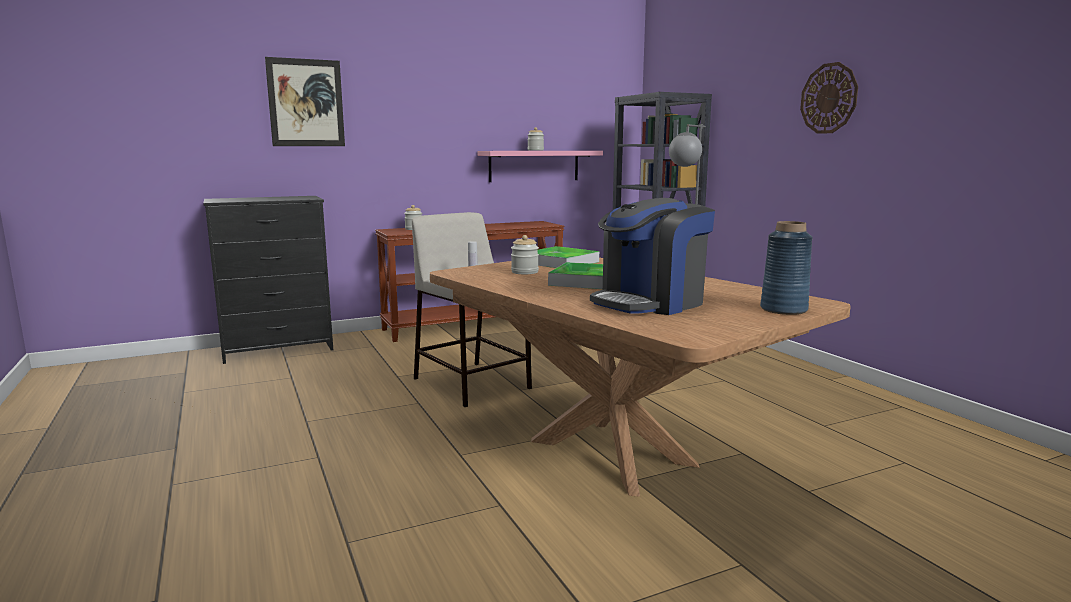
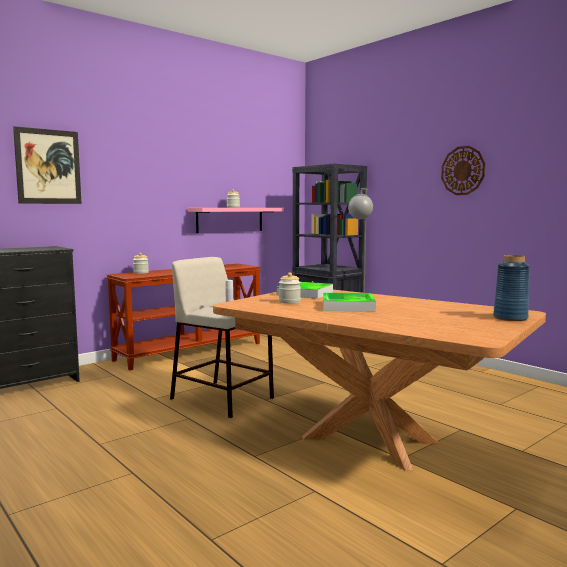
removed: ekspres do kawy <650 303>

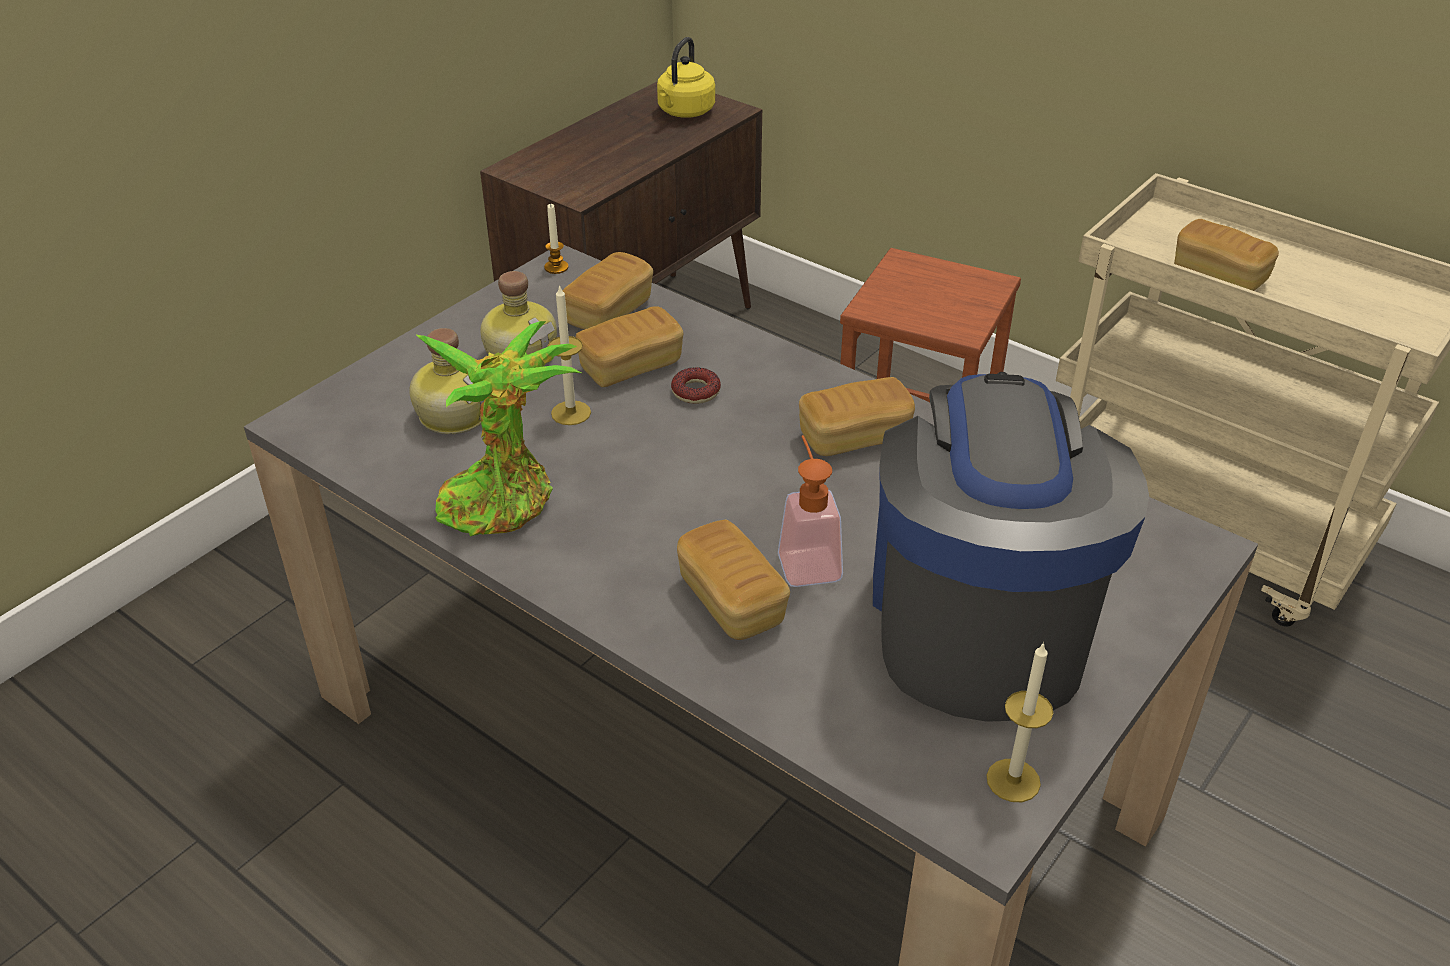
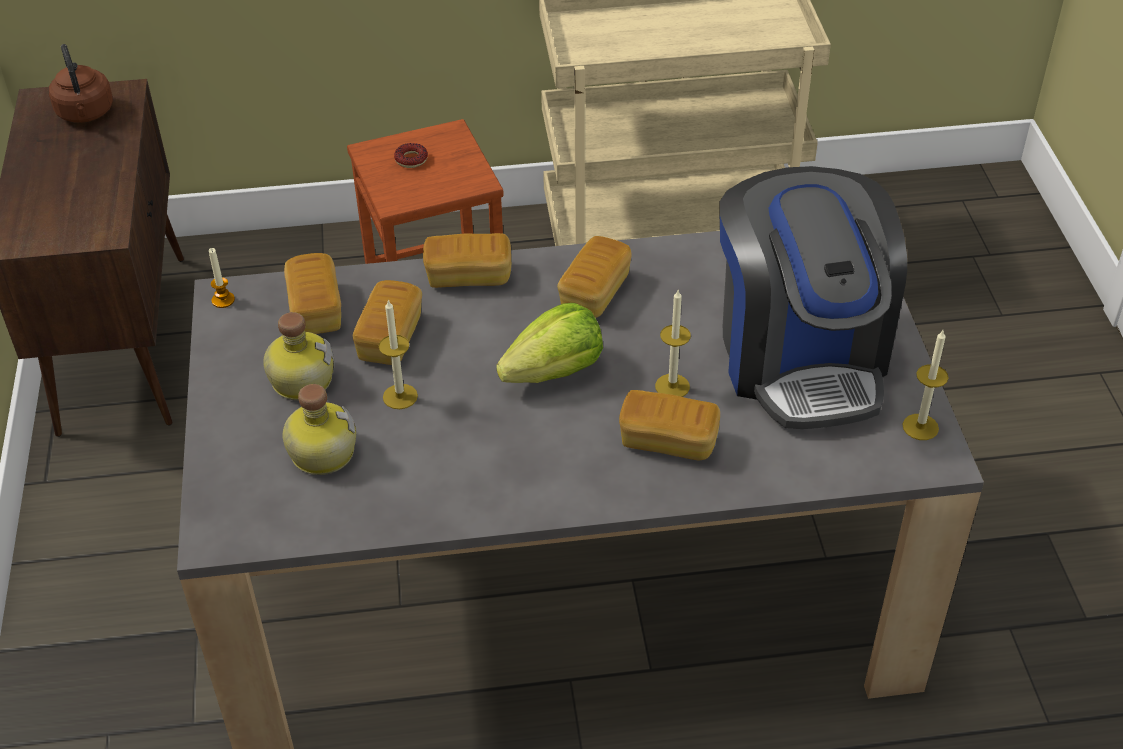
removed: roślina doniczkowa <503 498>
added: sałata <555 372>
moved: donut <696 391> to <411 159>; chleb <1219 274> to <468 276>
replaced: dozownik mydła <806 559> to świeca <672 386>
recoloured: czajnik (żółty) <684 112> to czajnik (brązowy) <86 114>
turned: ekspres do kawy <978 620> = <800 356> 150 degrees counterclockwise

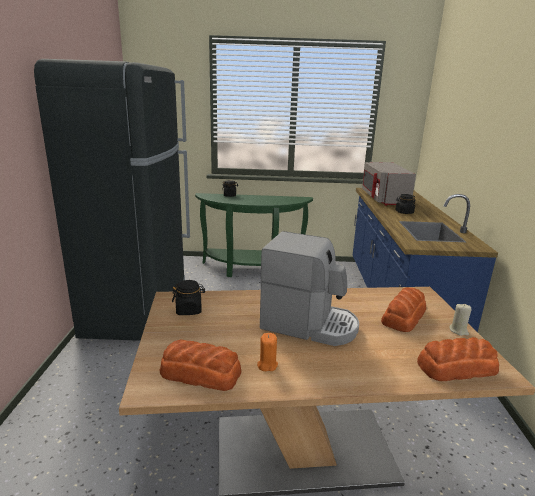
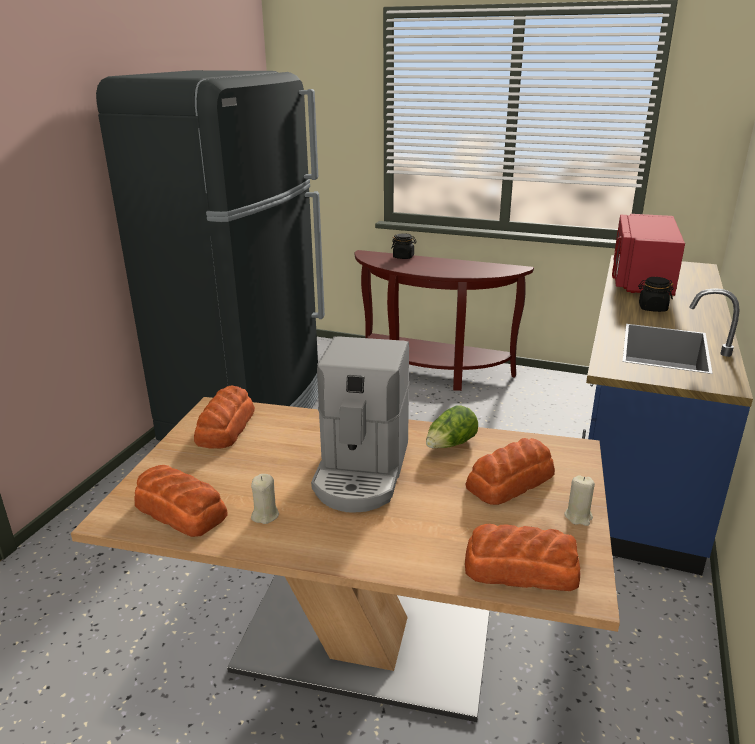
added: sałata <450 445>
replaced: słoik (czarny) <189 310> to chleb <225 427>
recoloured: świeca (pomarańczowy) <267 365> to świeca (beżowy) <265 515>; stolik konsolowy (zielony) <252 269> to stolik konsolowy (brązowy) <431 372>; mikrofalówka (szary) <383 199> to mikrofalówka (czerwony) <640 280>
turned: ekspres do kawy <309 324> = <362 471> 60 degrees clockwise

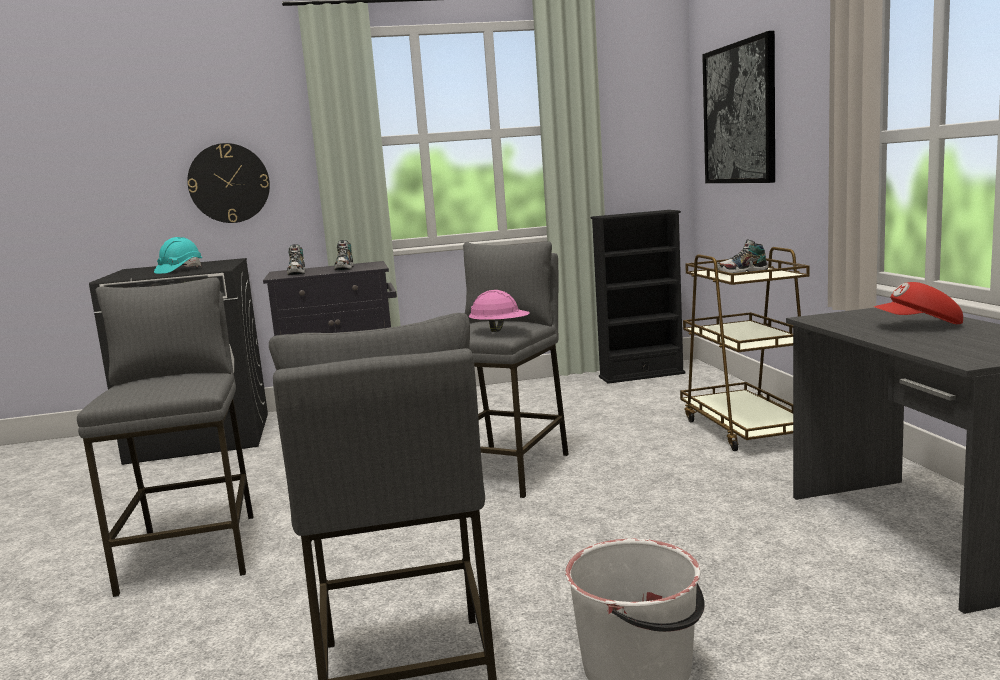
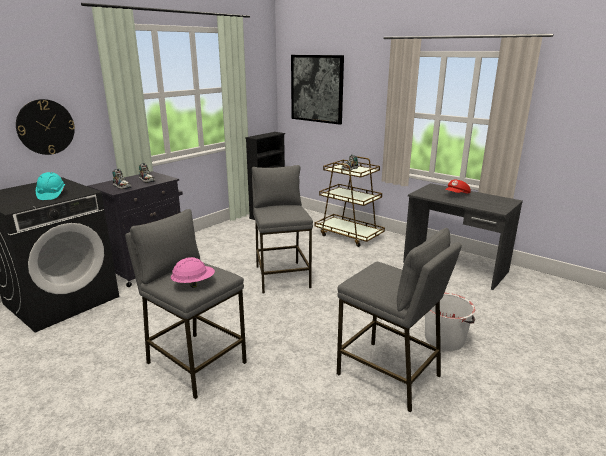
moved: kask (różowy) <500 330> to <193 284>

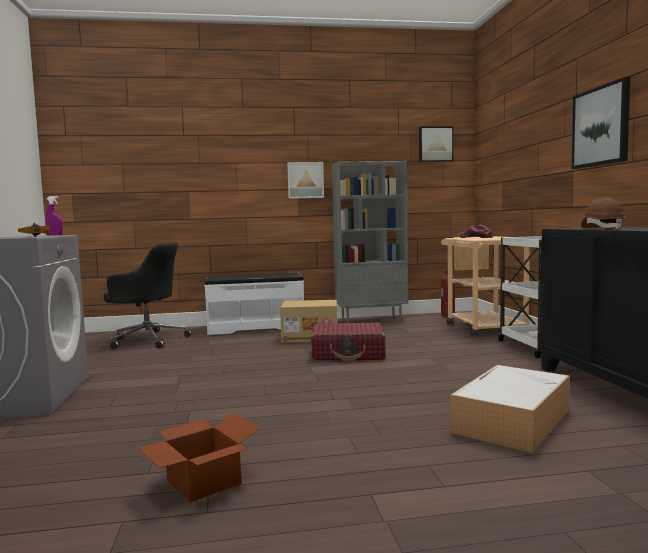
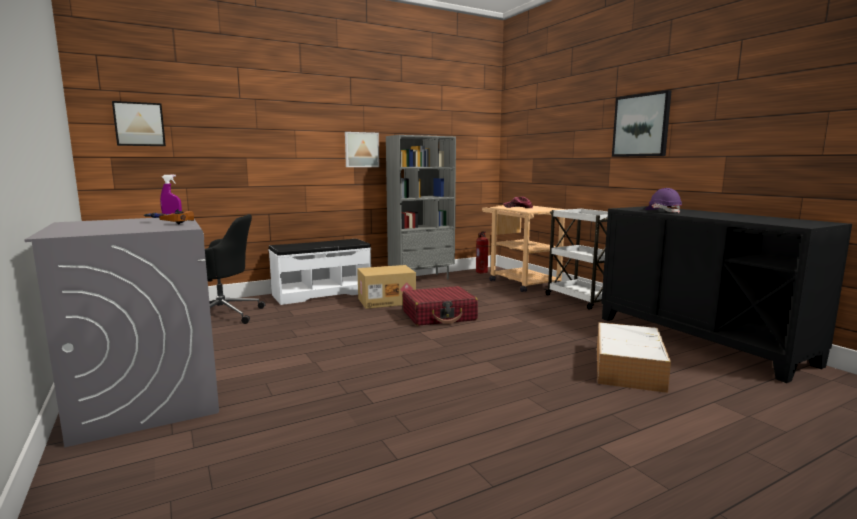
removed: karton <201 482>
moved: obraz <435 144> to <139 124>
recoloured: kask (brązowy) <602 228> to kask (fioletowy) <663 211>

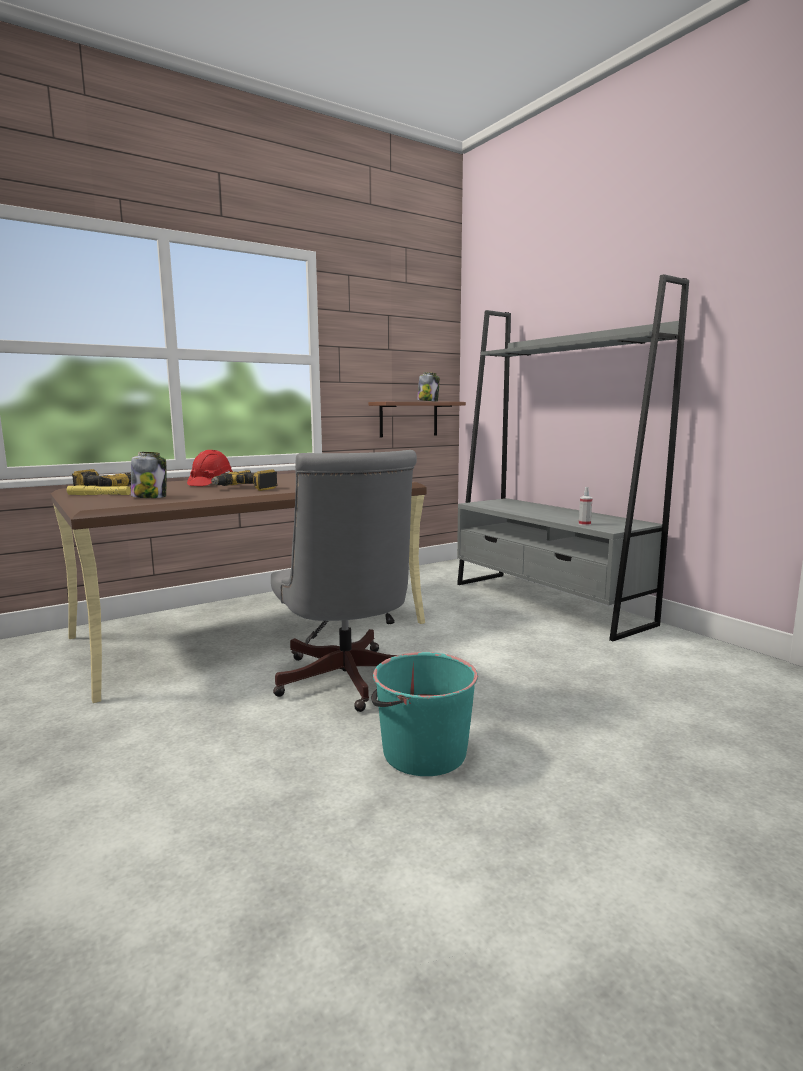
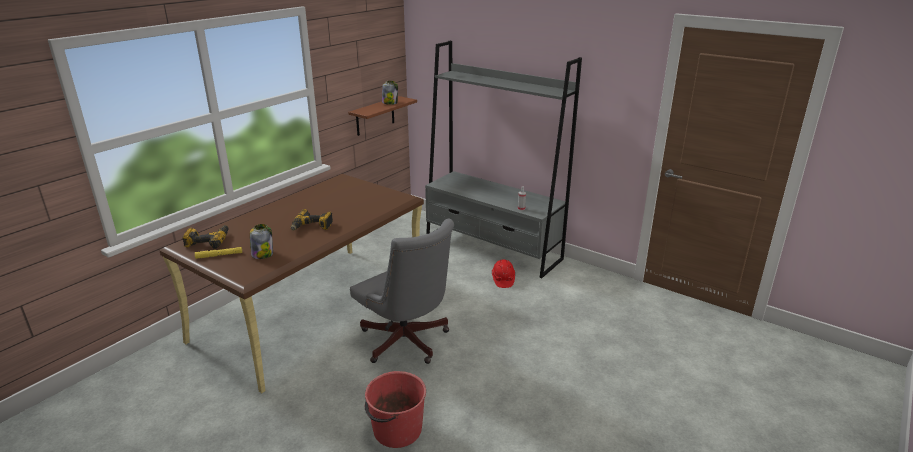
removed: wiadro (turkusowy) <423 753>
added: wiadro (czerwony) <396 430>
moved: kask (czerwony) <210 483> to <503 280>

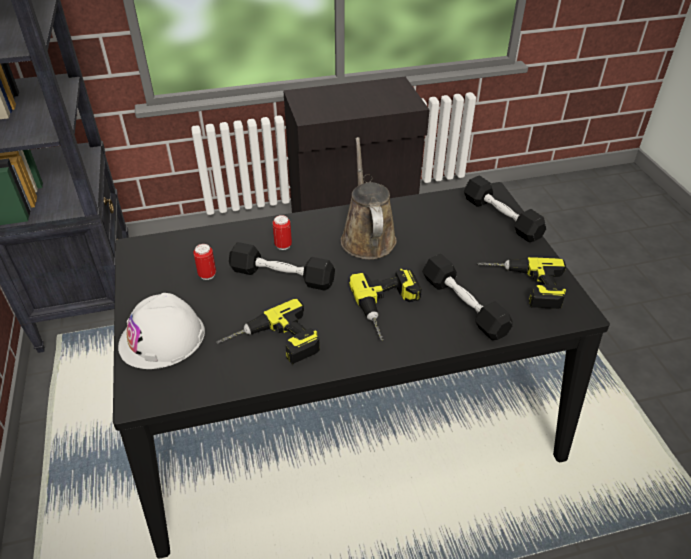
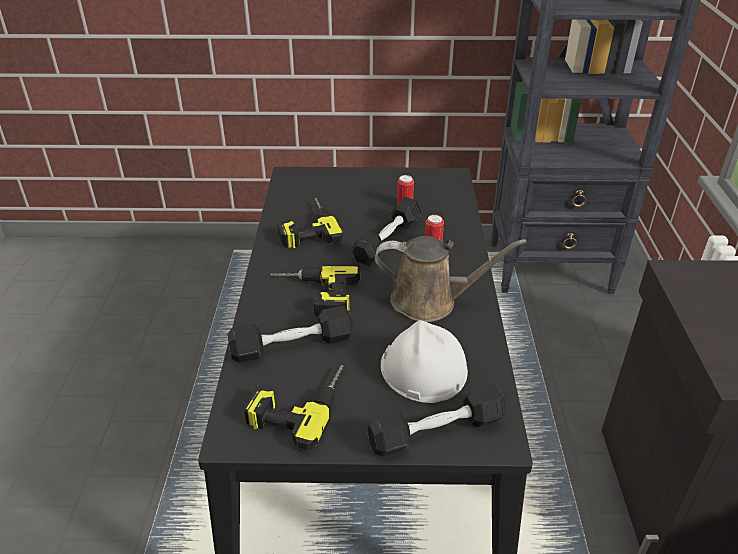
moved: kask (biały) <162 338> to <423 368>

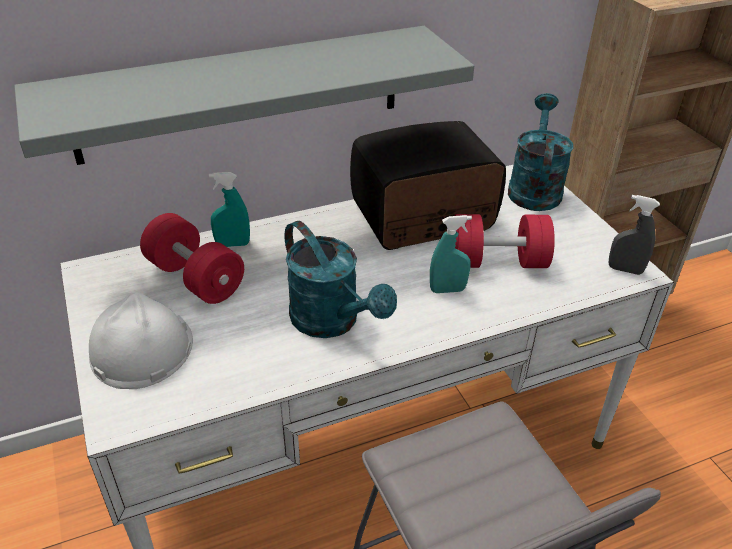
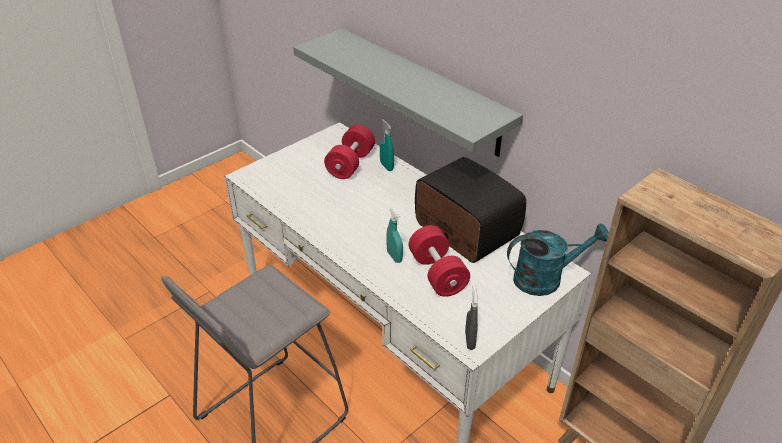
removed: kask (biały) <141 349>; konewka (turkusowy) <332 322>

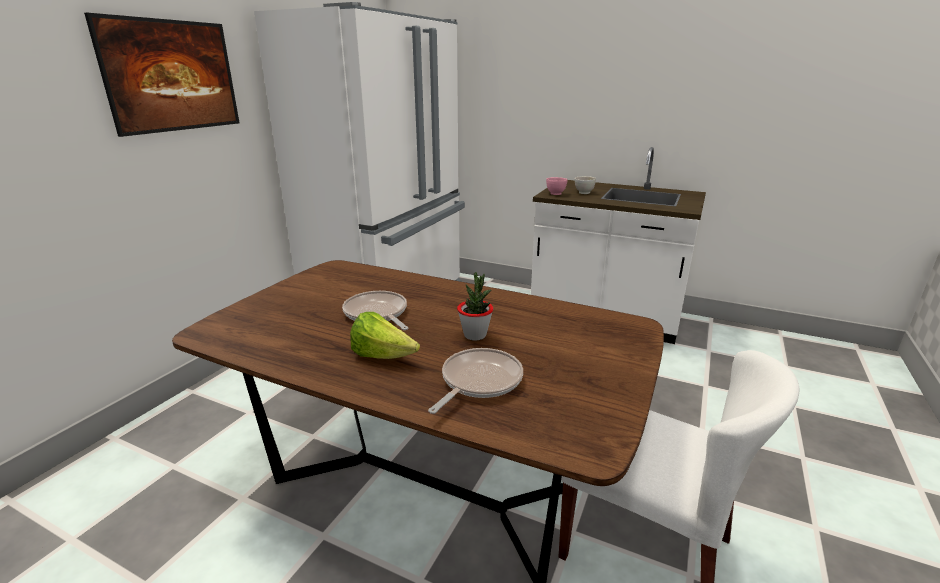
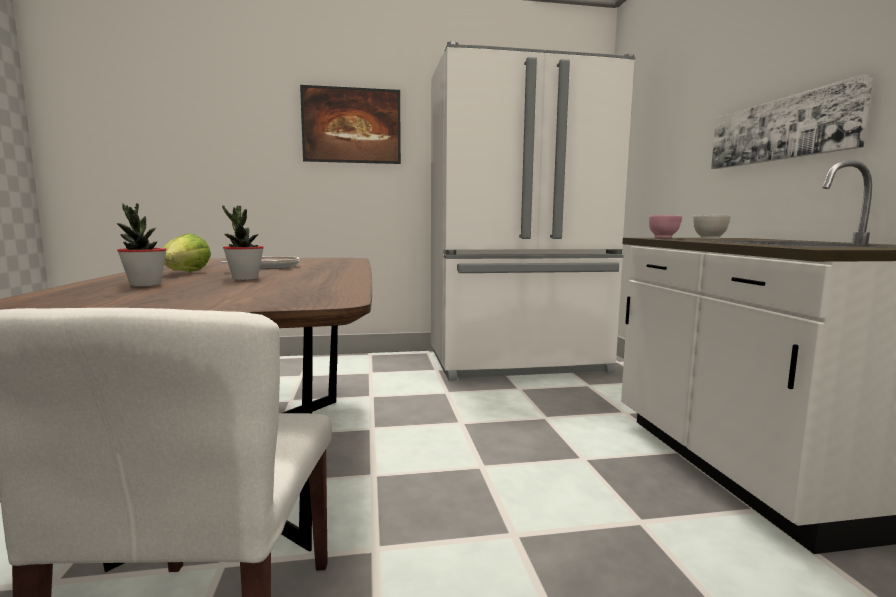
added: obraz <781 130>
replaced: patelnia <478 381> to roślina doniczkowa <145 285>

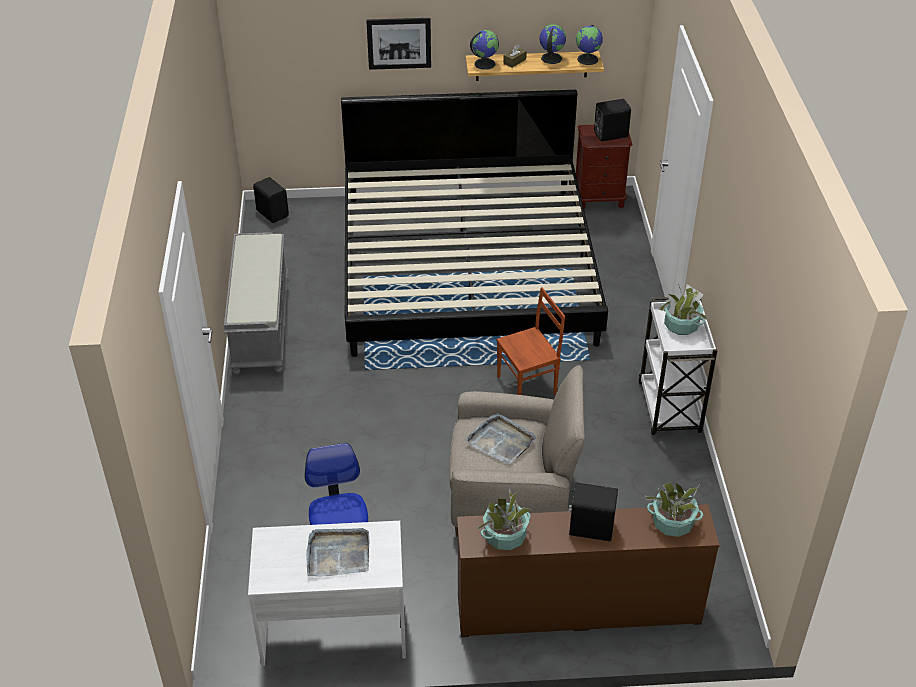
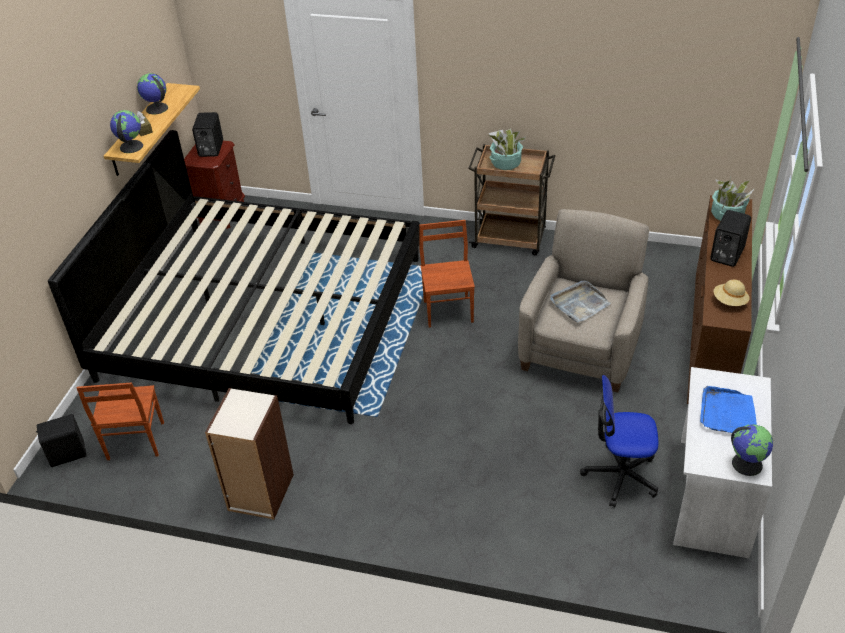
removed: obraz <399 43>
added: krzesło (brązowy) <135 442>
moved: globus <588 59> to <747 463>
replaced: ławka (szary) <260 324> to regał <260 493>; roślina doniczkowa <505 536> to kapelusz (beżowy) <729 301>
recoloured: wózek (biały) <670 409> to wózek (brązowy) <510 239>; taca (szary) <338 554> to taca (niebieski) <728 414>

